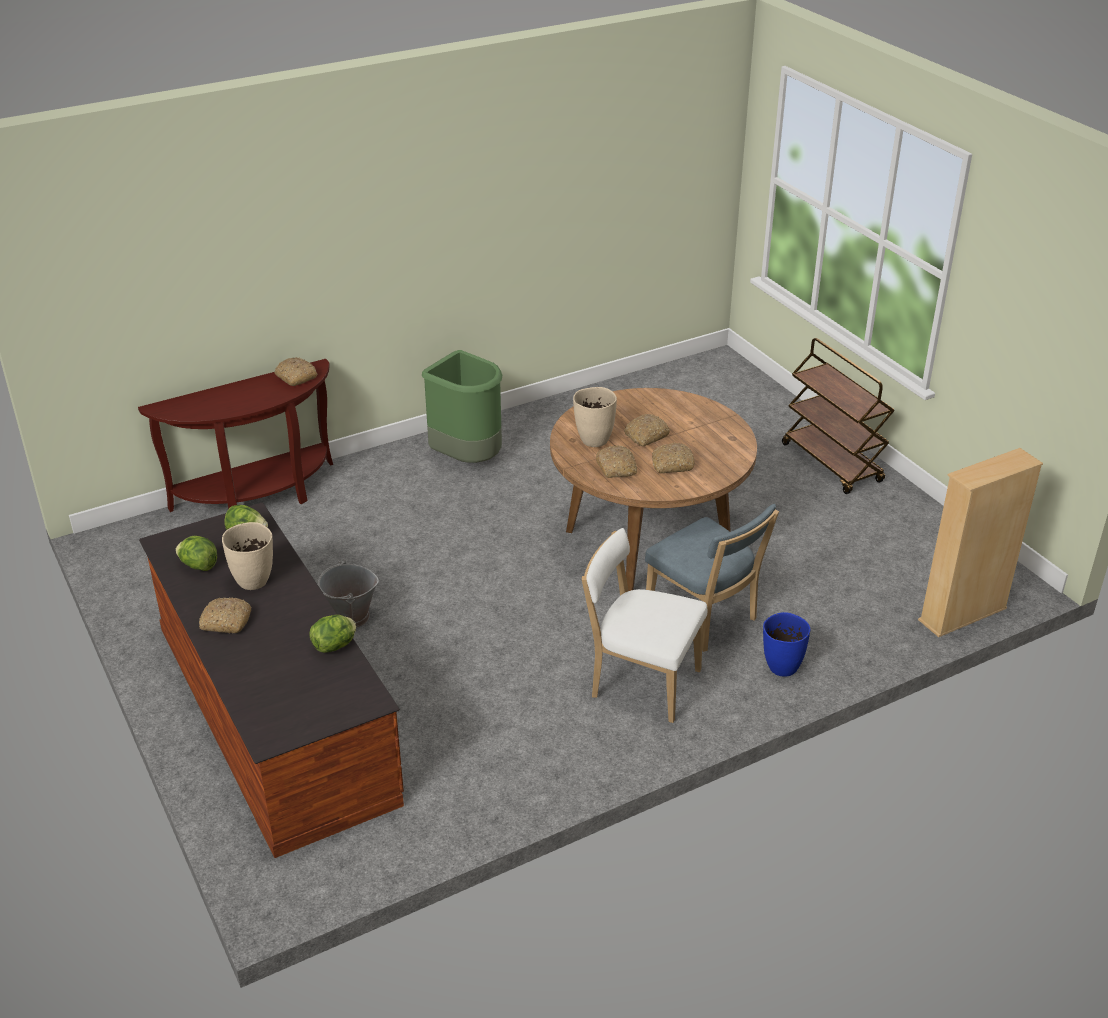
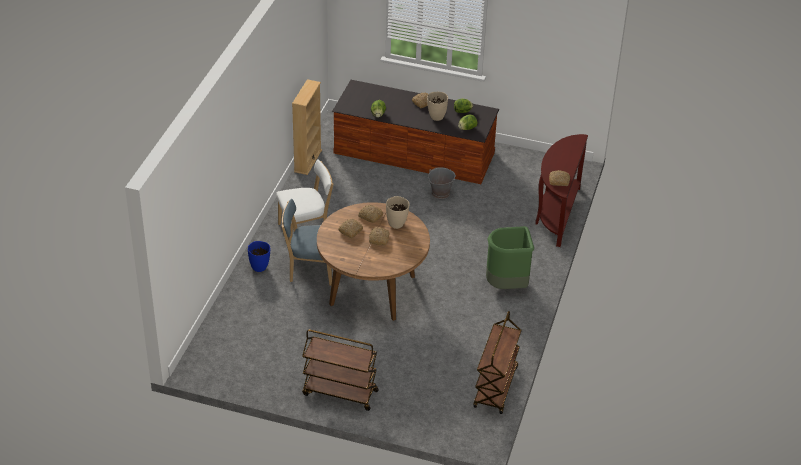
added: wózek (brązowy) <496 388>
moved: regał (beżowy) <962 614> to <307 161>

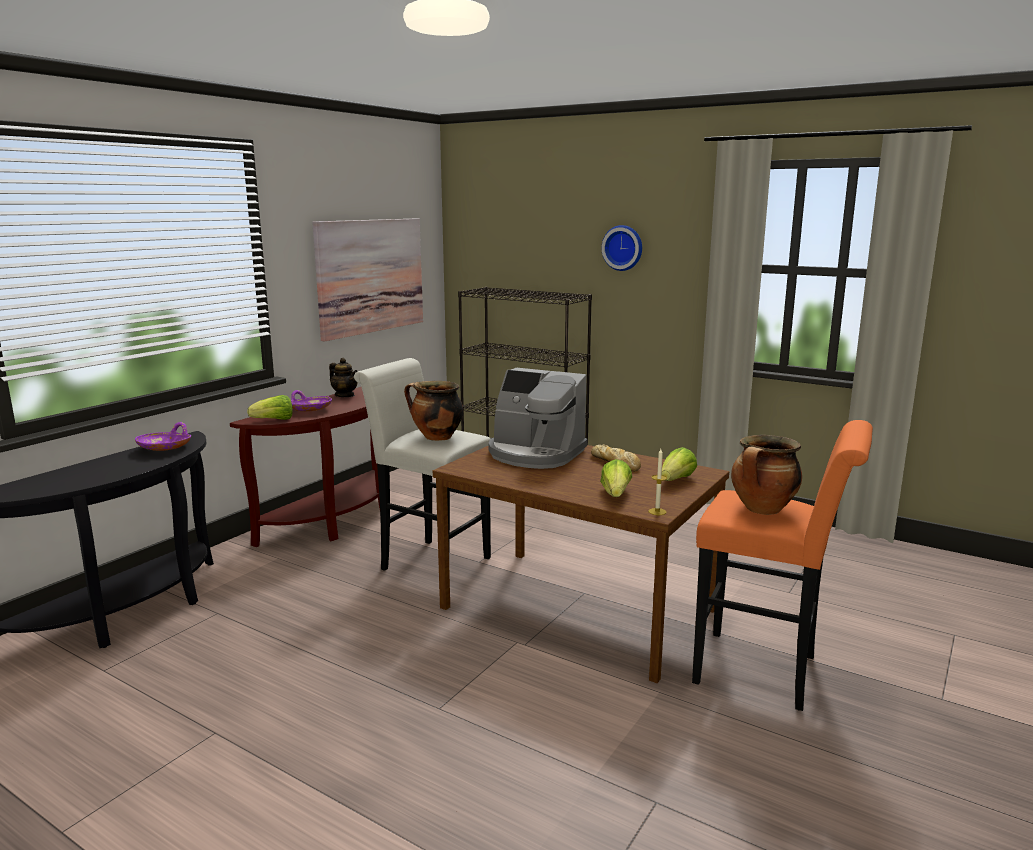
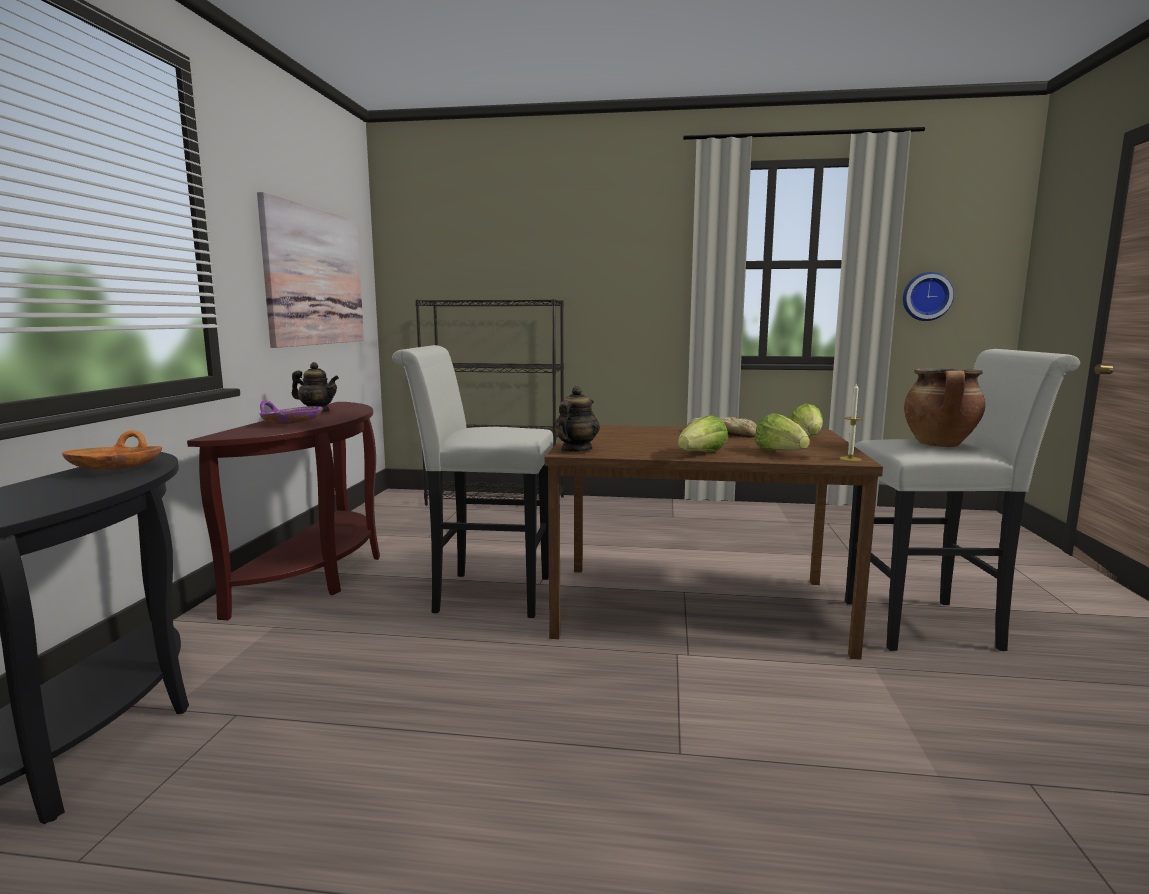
removed: garnek <436 437>; ekspres do kawy <535 454>
added: imbryk <576 450>
moved: sałata <274 420> to <702 454>; zegar ścienny <623 248> to <926 296>
recoloured: miska (fioletowy) <165 448> to miska (pomarańczowy) <117 468>; stołek (pomarańczowy) <766 672> to stołek (biały) <931 625>

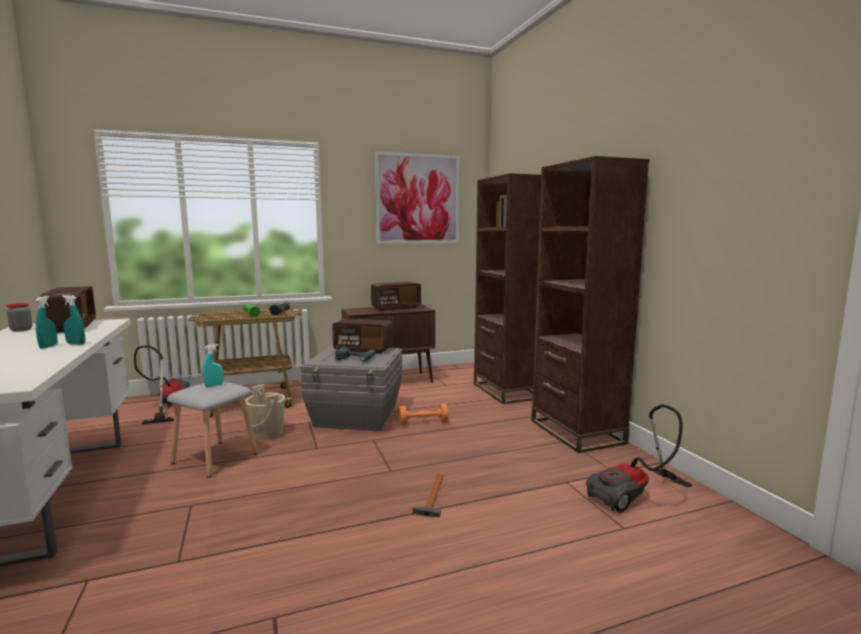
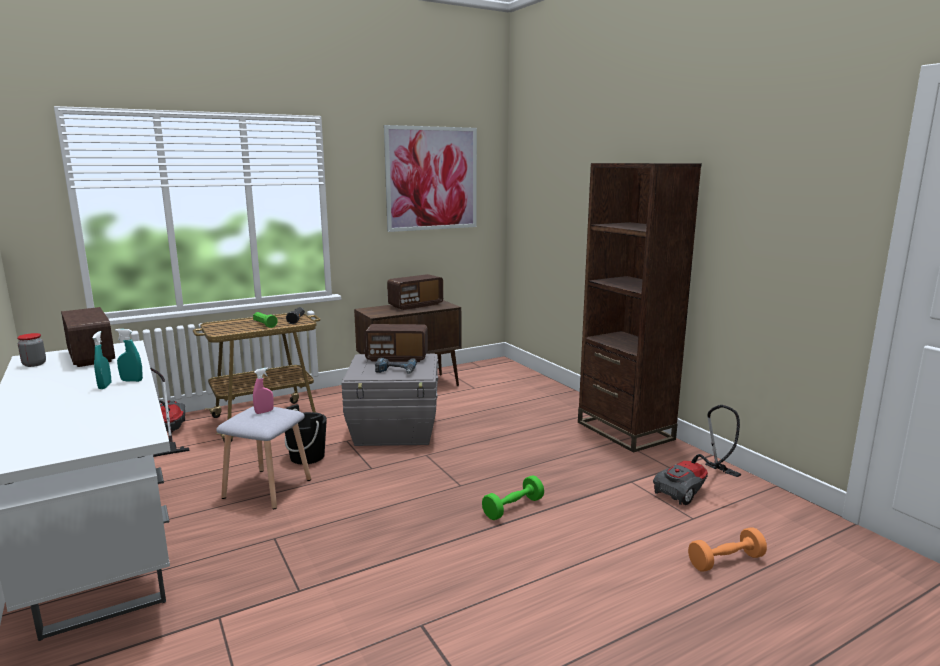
removed: regał (brązowy) <507 391>
moved: hantel (pomarańczowy) <423 422> to <725 561>
replaced: młotek <432 498> to hantel (zielony) <513 508>
recoloured: spryskiwacz (turkusowy) <214 385> to spryskiwacz (różowy) <264 412>; wiadro (beżowy) <267 433> to wiadro (czarny) <307 457>

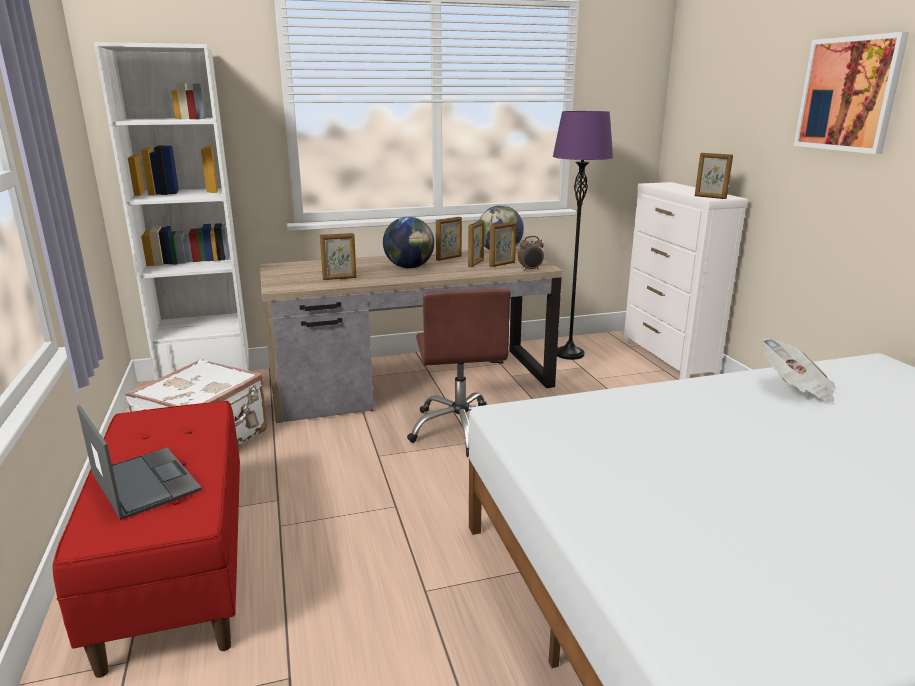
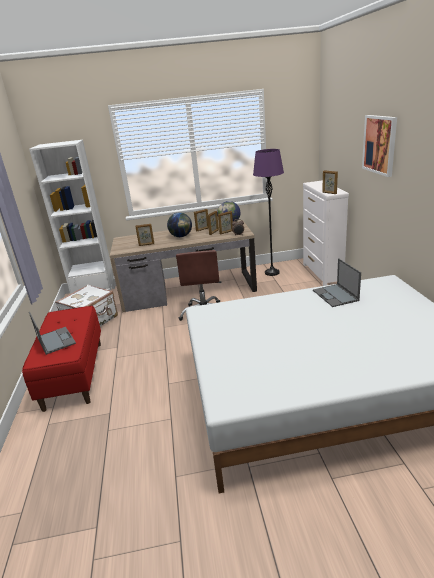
replaced: gazeta <796 389> to laptop <335 295>

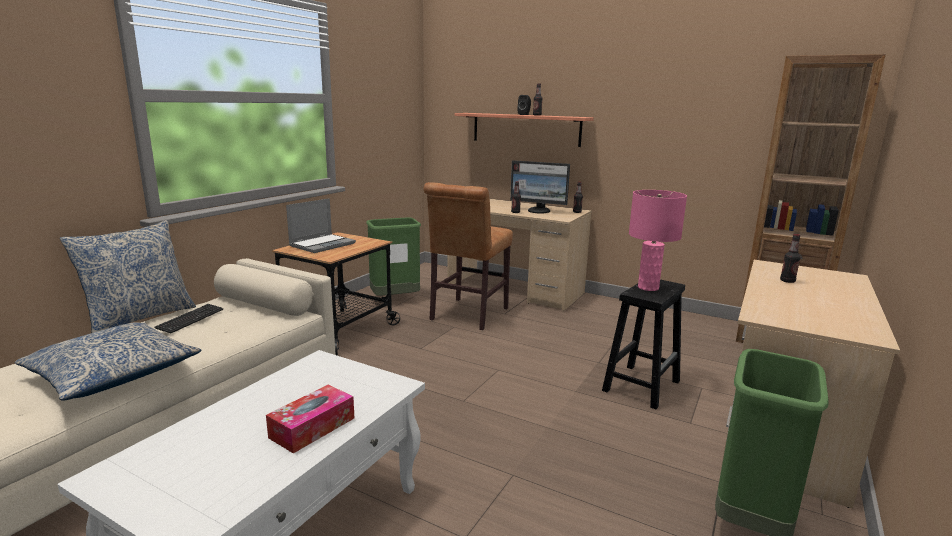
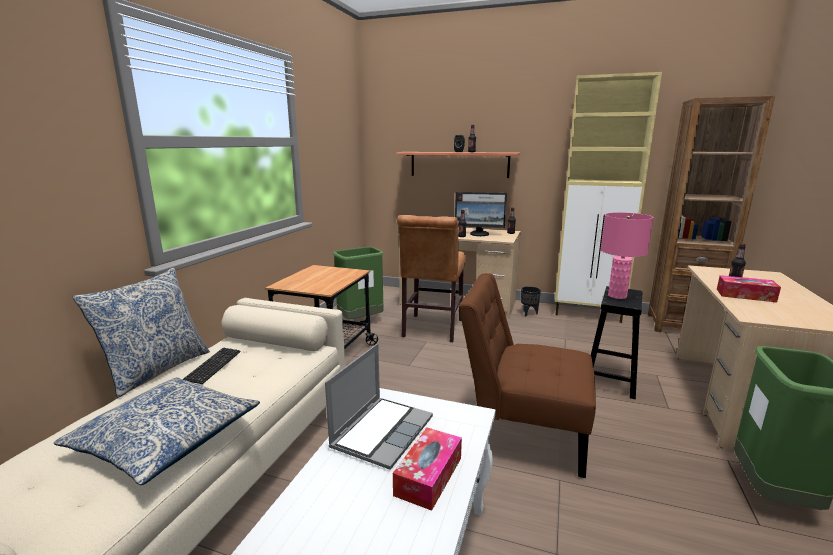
added: krzesło (brązowy) <522 432>; donica (czarny) <528 313>; szafka (beżowy) <588 314>; pudełko chusteczek <745 295>
moved: laptop <322 244> to <382 431>

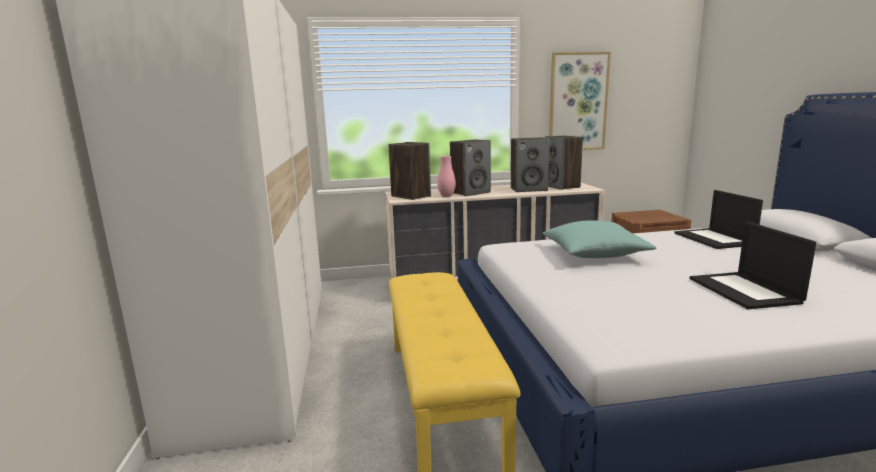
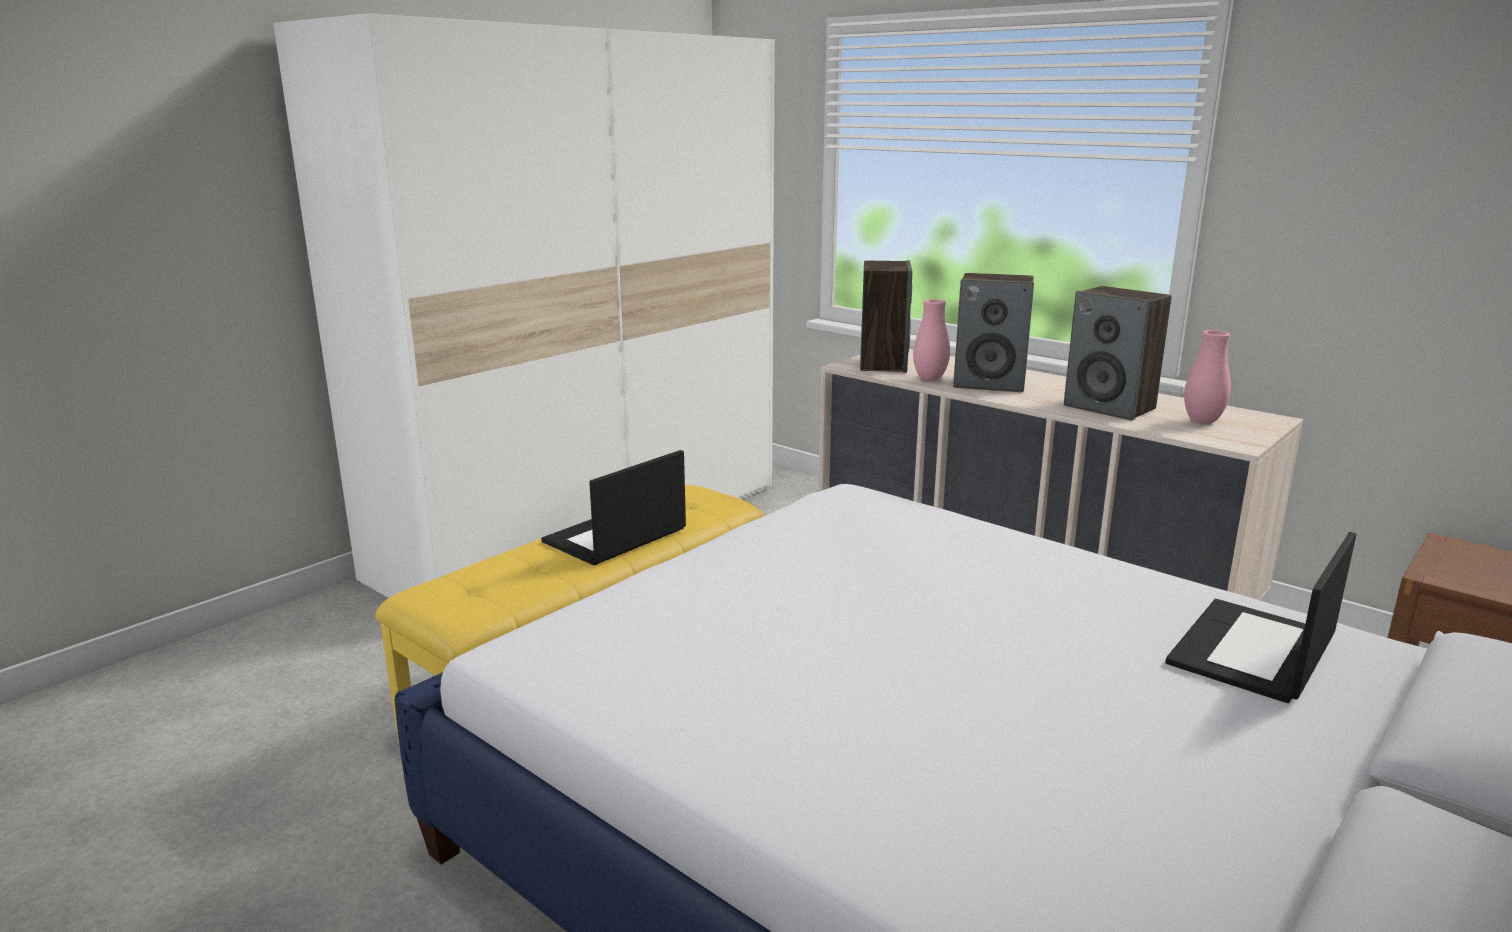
removed: poduszka (turkusowy) <594 254>; obraz <578 102>
moved: laptop <745 291> to <615 537>
replaced: głośnik <562 186> to wazon (różowy) <1202 421>

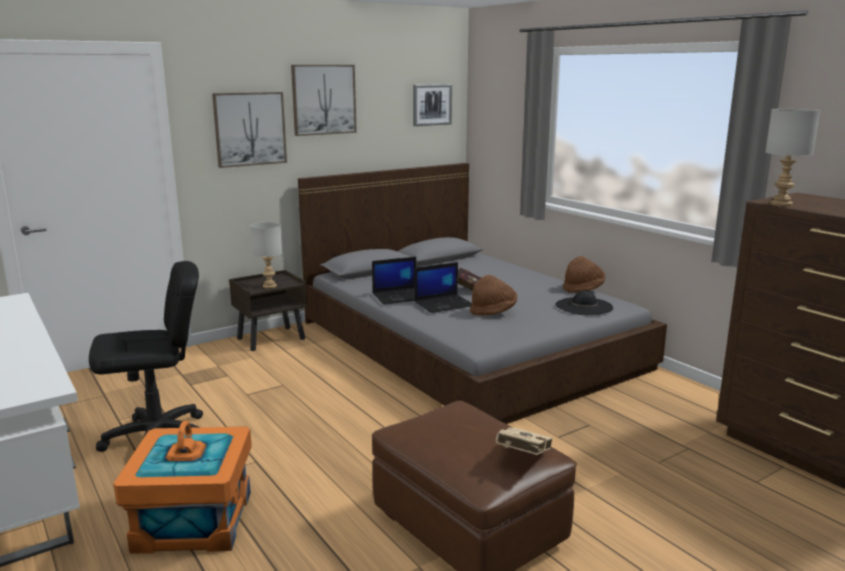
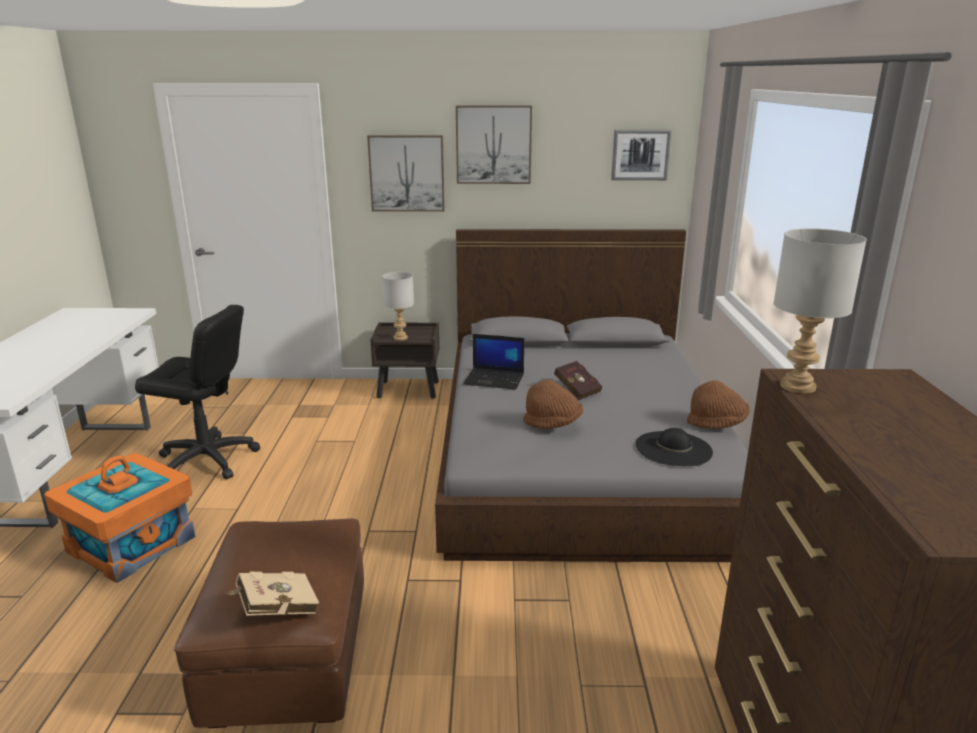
removed: laptop <444 304>

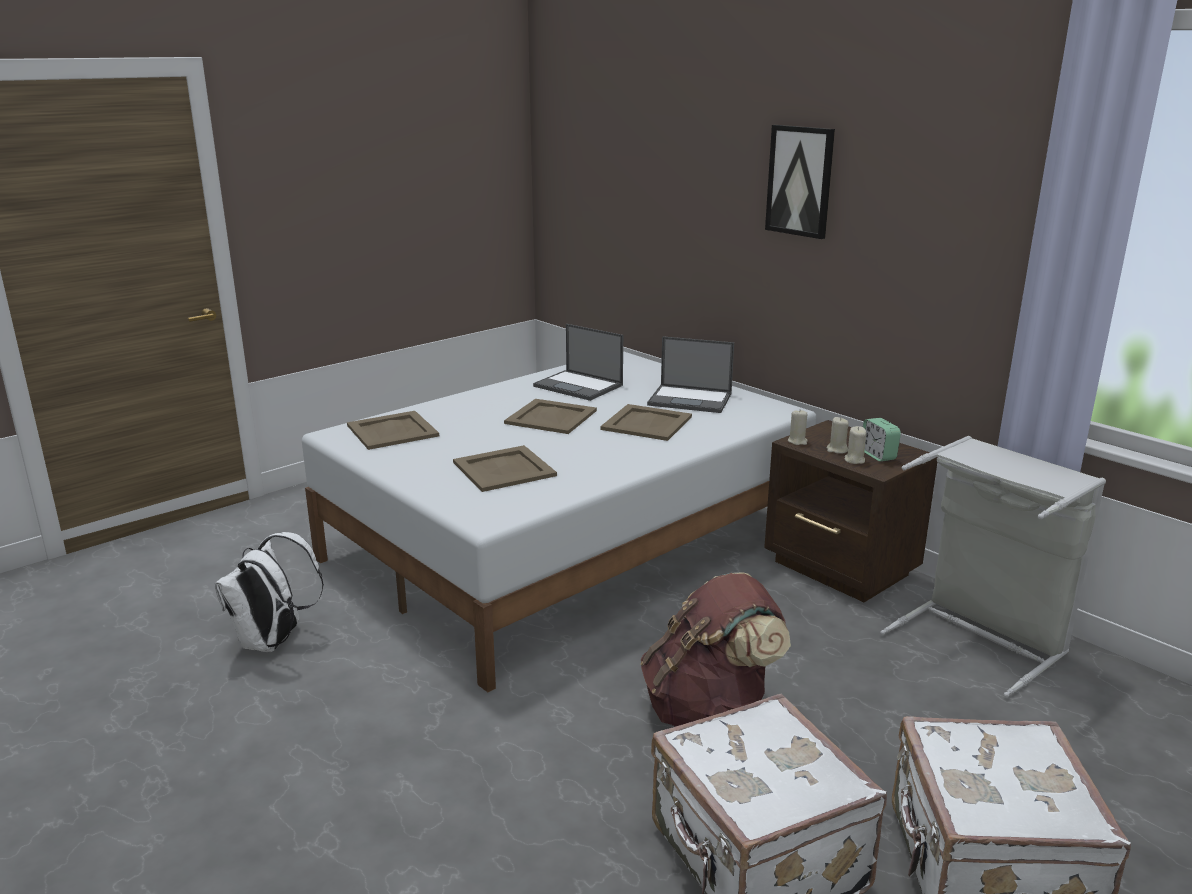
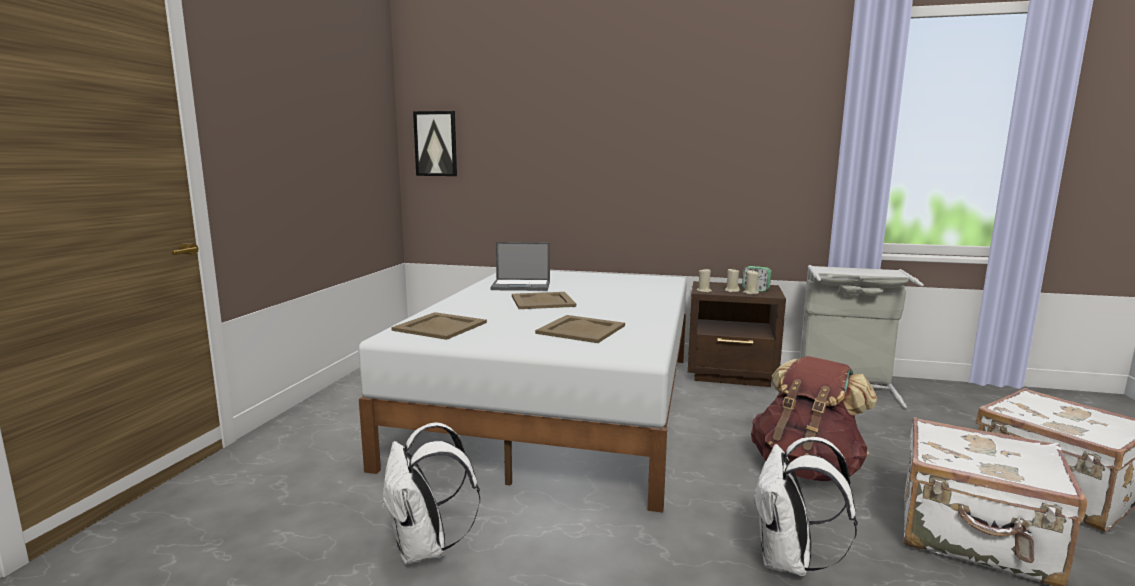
removed: taca (beżowy) <647 423>; laptop <691 399>
added: plecak (biały) <789 562>
moved: obraz <800 181> to <436 144>

